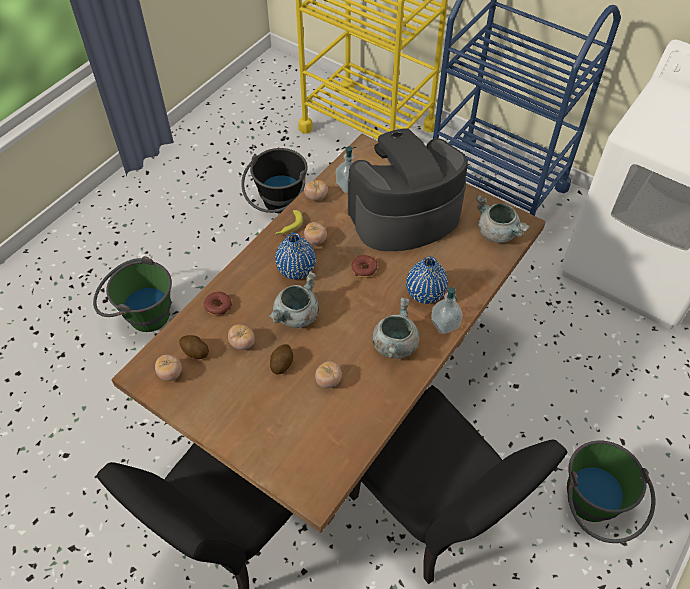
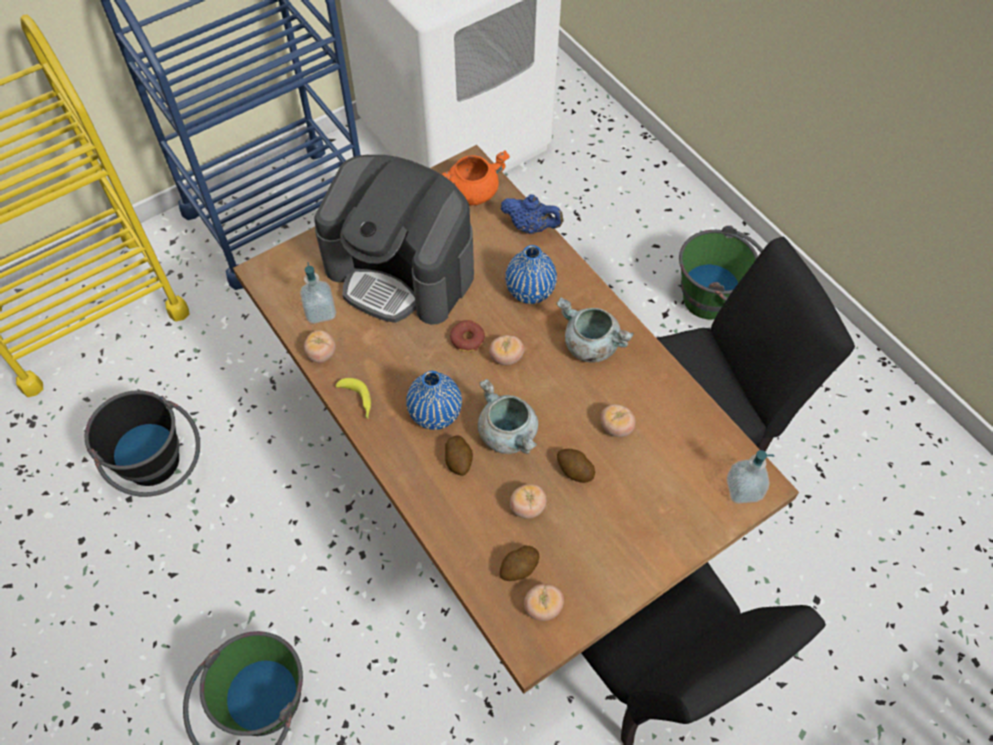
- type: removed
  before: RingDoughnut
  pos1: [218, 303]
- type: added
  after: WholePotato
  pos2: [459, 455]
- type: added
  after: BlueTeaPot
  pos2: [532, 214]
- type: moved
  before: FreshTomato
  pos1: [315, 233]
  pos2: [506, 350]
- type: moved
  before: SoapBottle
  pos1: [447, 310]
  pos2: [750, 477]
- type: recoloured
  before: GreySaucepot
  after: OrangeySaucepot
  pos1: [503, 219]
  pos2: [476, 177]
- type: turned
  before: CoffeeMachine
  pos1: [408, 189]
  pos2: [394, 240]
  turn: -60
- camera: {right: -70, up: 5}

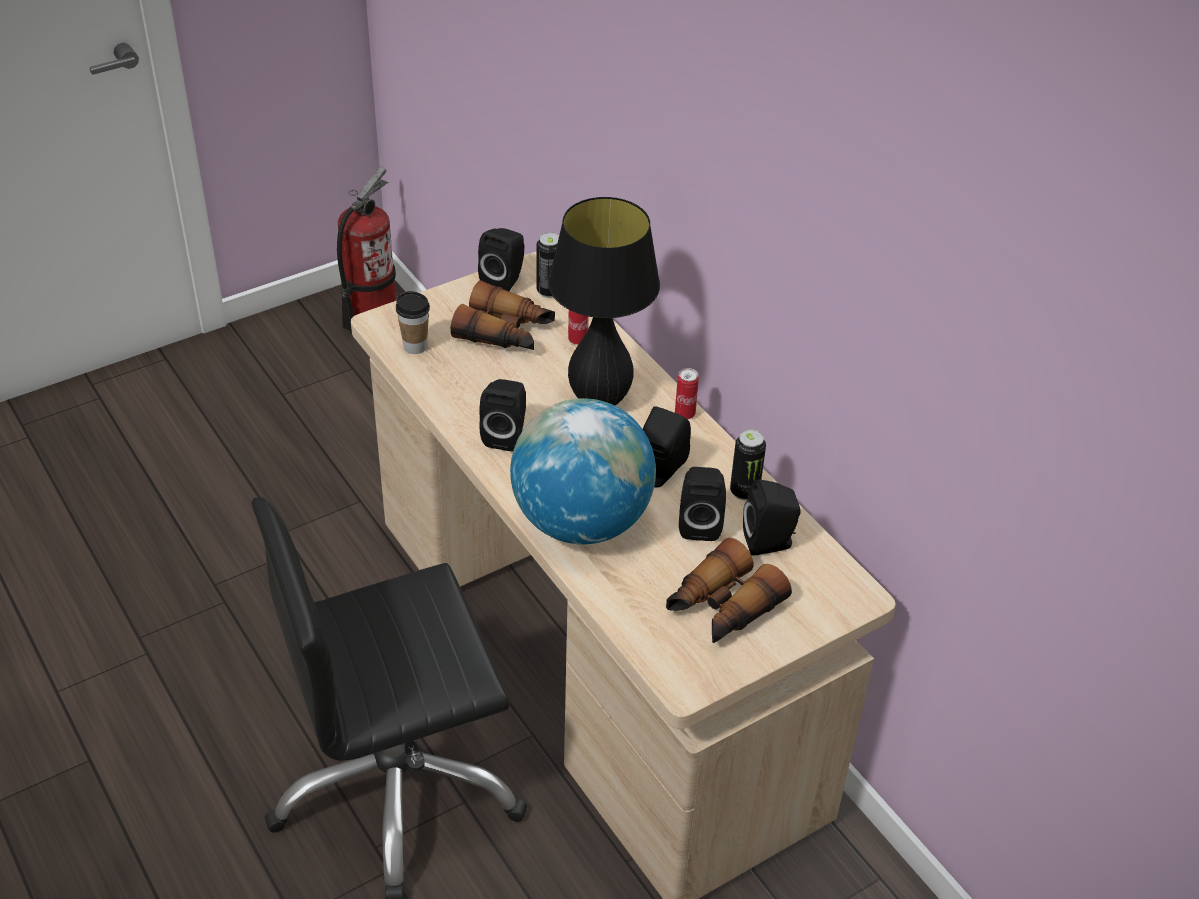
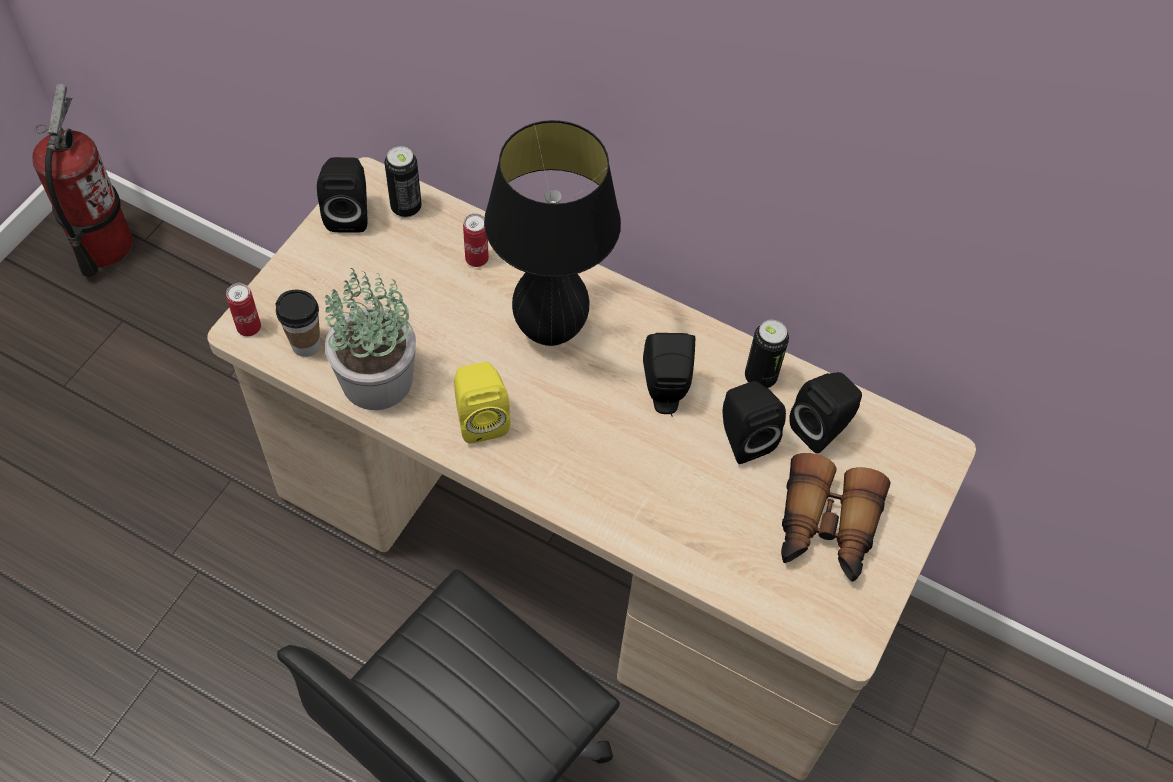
- type: removed
  before: Binoculars
  pos1: [502, 315]
- type: removed
  before: WorldGlobe
  pos1: [583, 471]
- type: added
  after: PlantInAPot
  pos2: [370, 339]
- type: moved
  before: SealedCan
  pos1: [687, 393]
  pos2: [243, 310]
- type: recoloured
  before: BlackishLoudspeaker
  after: YellowLoudspeaker
  pos1: [502, 415]
  pos2: [482, 403]
- camera: {right: -30, up: 15}

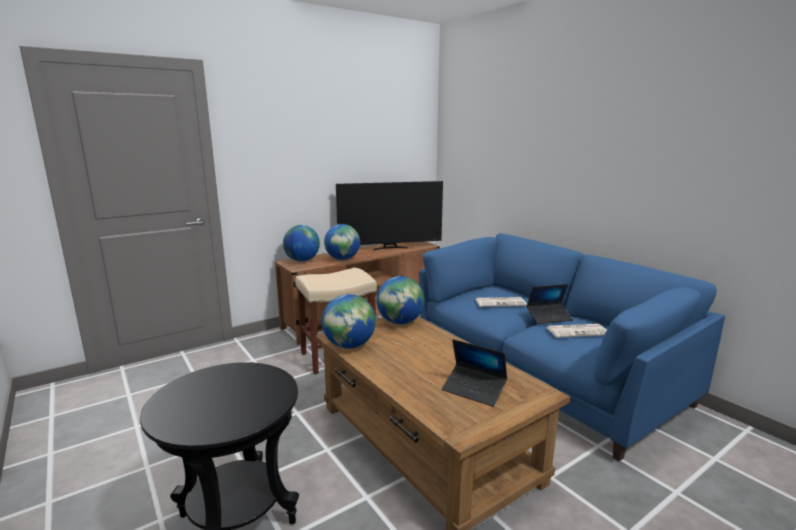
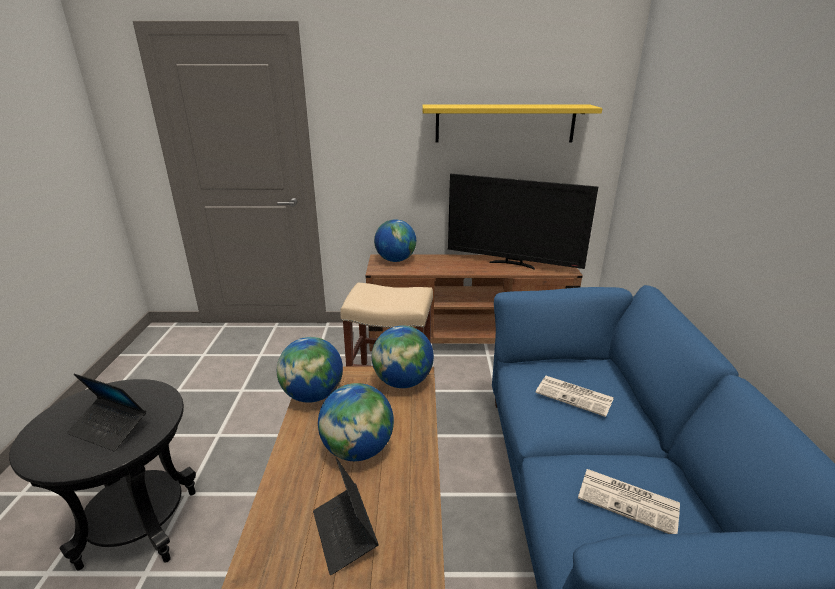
- type: added
  after: YellowShelf
  pos2: [512, 124]
- type: moved
  before: WorldGlobe
  pos1: [342, 242]
  pos2: [356, 422]
- type: moved
  before: PortableComputer
  pos1: [549, 304]
  pos2: [106, 412]
- camera: {right: 35, up: 10}

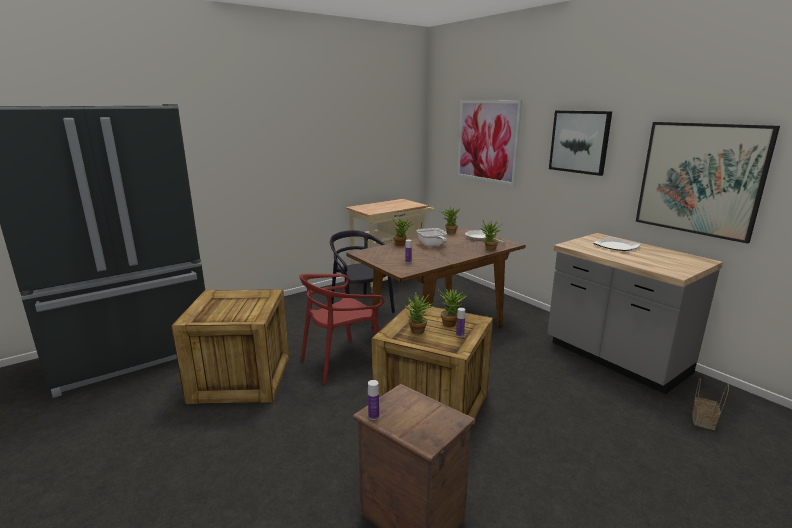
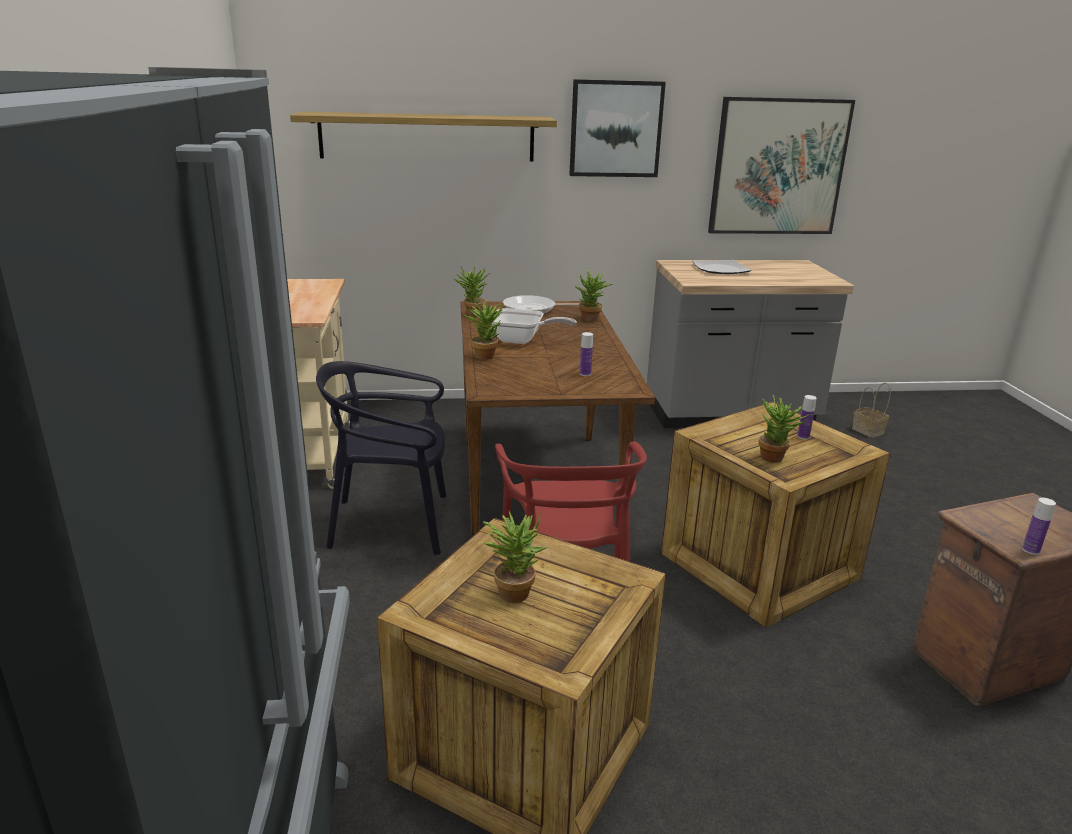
- type: moved
  before: PlantInAPot
  pos1: [453, 308]
  pos2: [514, 557]
- type: replaced
  before: Picture
  after: Shelf
  pos1: [489, 143]
  pos2: [423, 137]
- camera: {right: -60, up: 5}

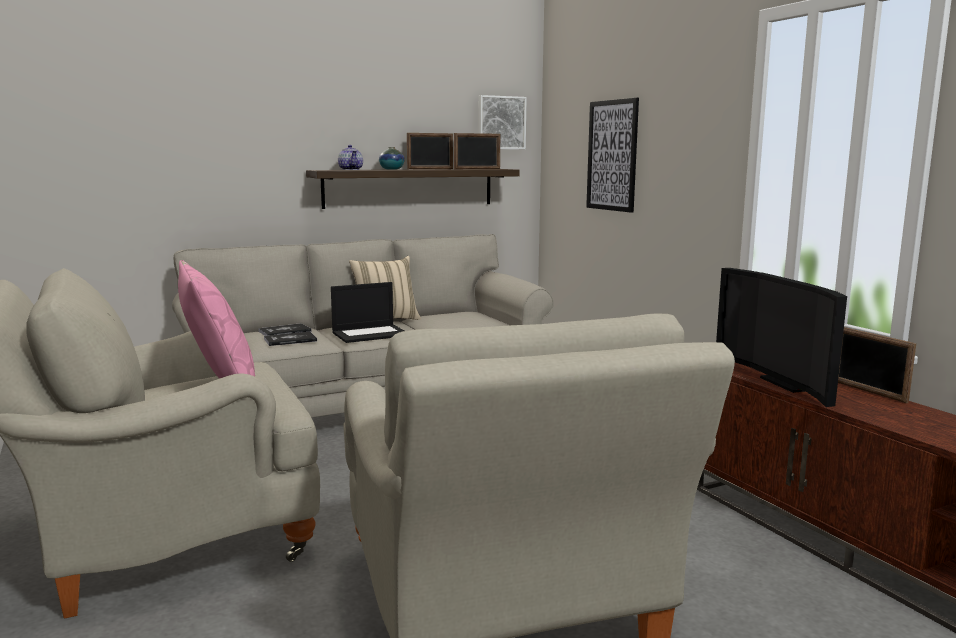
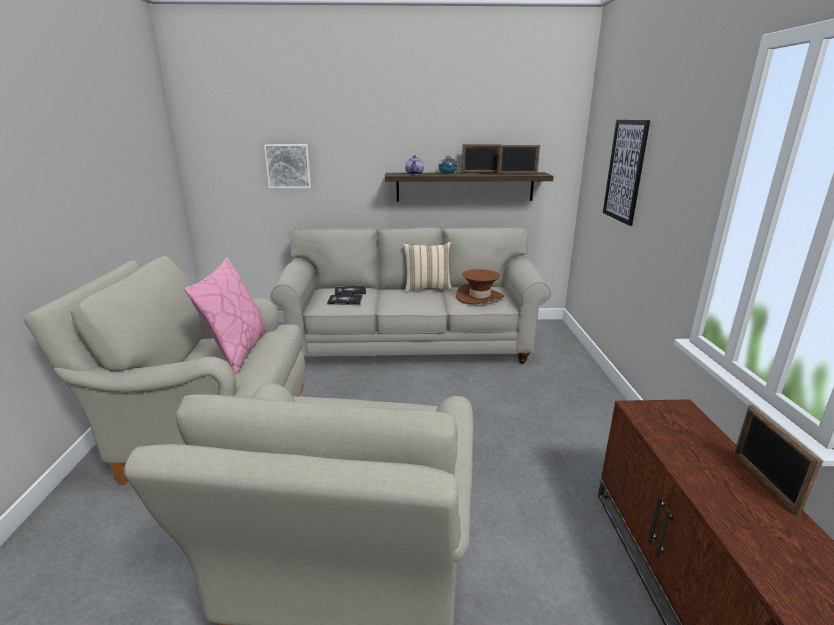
- type: removed
  before: PortableComputer
  pos1: [367, 312]
- type: removed
  before: Television
  pos1: [781, 337]
- type: added
  after: BrownWearableHat
  pos2: [480, 287]
- type: moved
  before: Picture
  pos1: [502, 122]
  pos2: [287, 166]
- camera: {right: 25, up: 10}

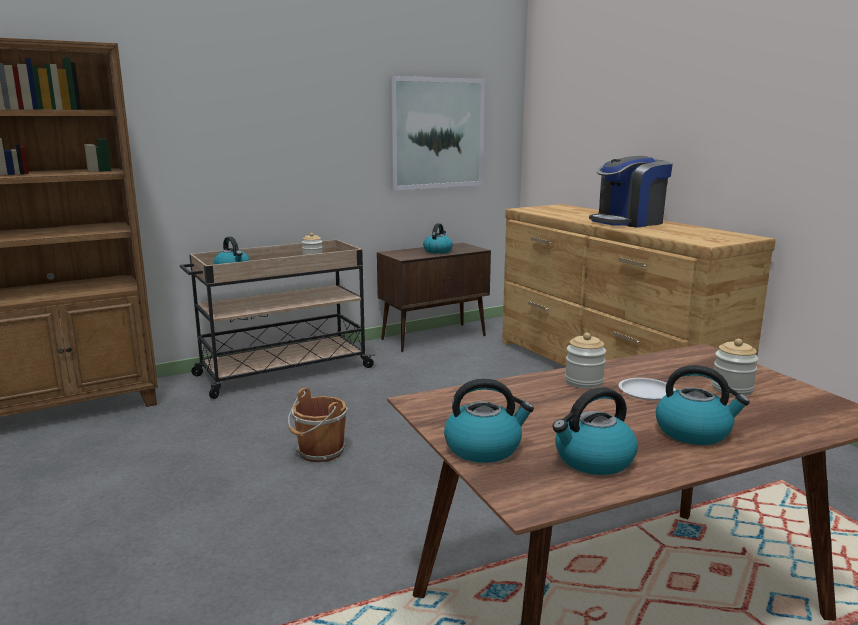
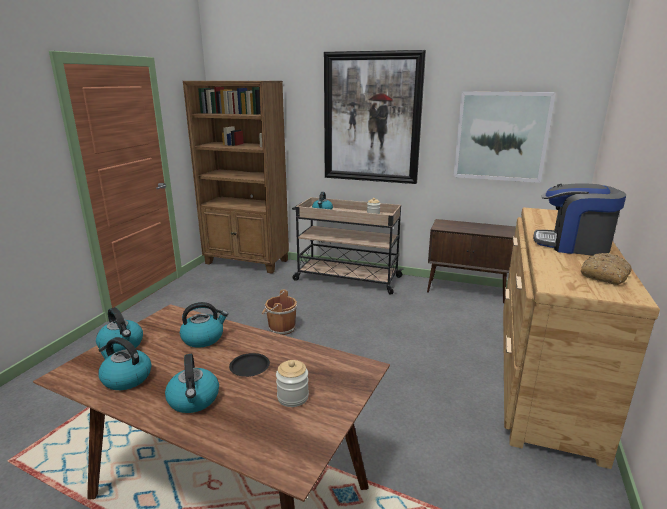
- type: removed
  before: StorageJar
  pos1: [585, 361]
- type: added
  after: Picture
  pos2: [375, 117]
- type: added
  after: BakeryBread
  pos2: [606, 269]
- type: moved
  before: TeaKettle
  pos1: [438, 238]
  pos2: [204, 325]
- type: recoloured
  before: WhitishFlatDish
  after: BlackishFlatDish
  pos1: [647, 389]
  pos2: [249, 365]
- camera: {right: 50, up: 5}

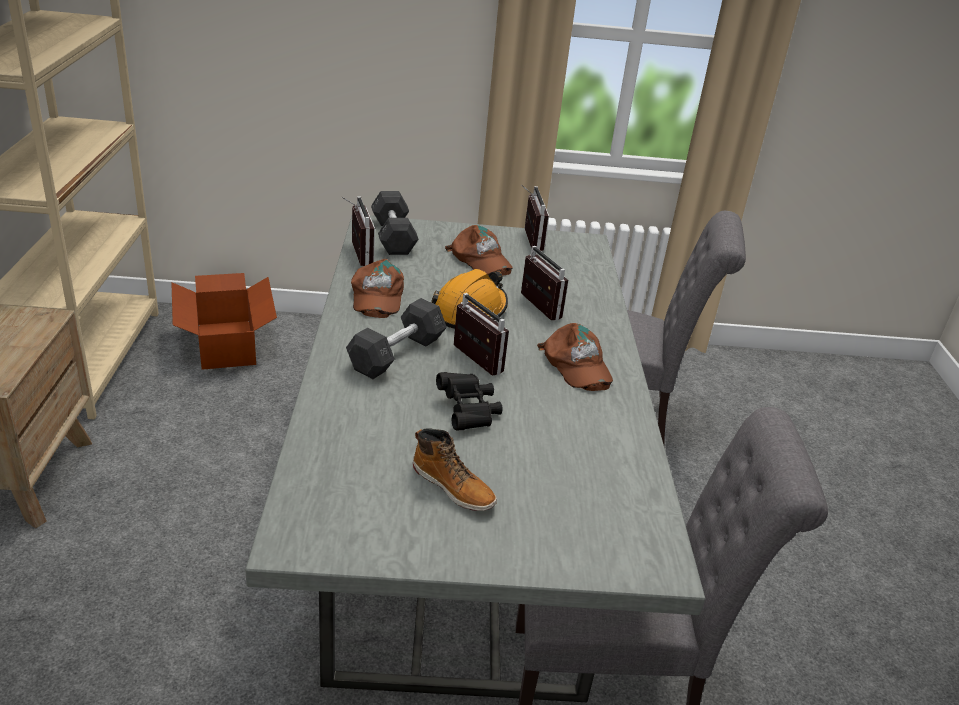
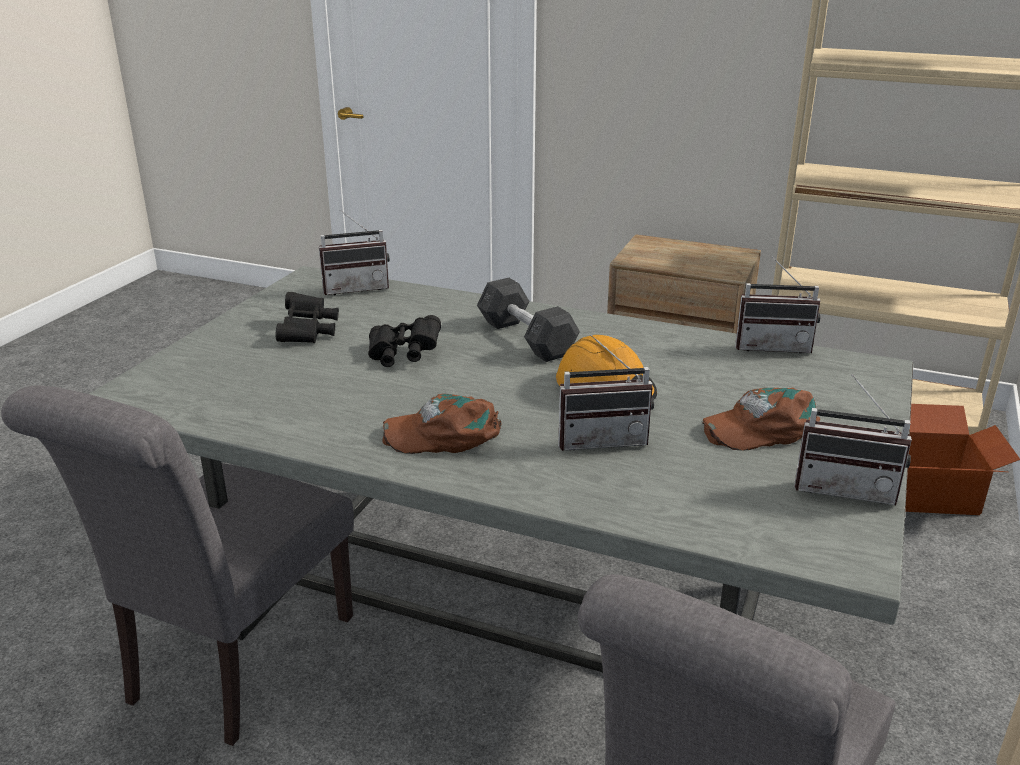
- type: removed
  before: BrownBaseballCap
  pos1: [377, 288]
- type: removed
  before: GreyHandWeight
  pos1: [395, 223]
- type: moved
  before: RadioReceiver
  pos1: [481, 334]
  pos2: [354, 252]
- type: replaced
  before: TallBoot
  after: BlackishBinoculars
  pos1: [455, 469]
  pos2: [307, 317]
- camera: {right: 115, up: -5}

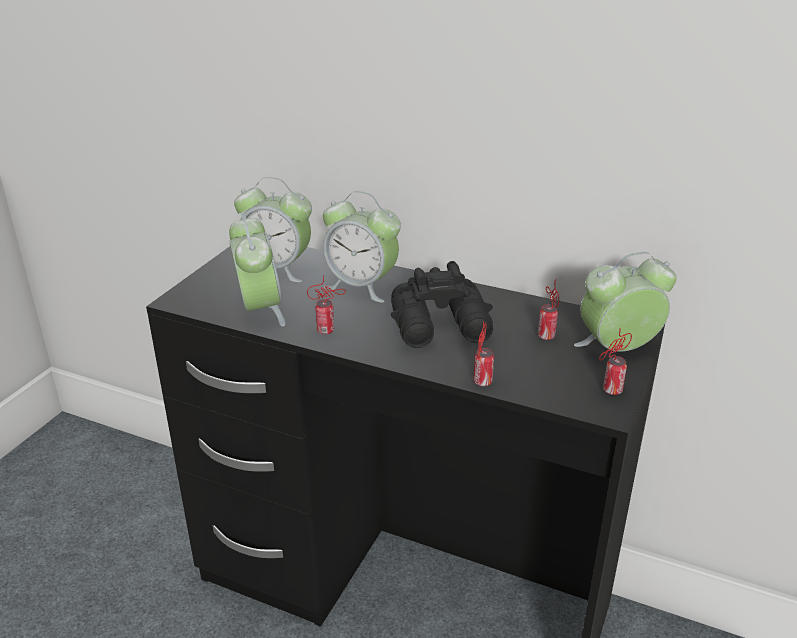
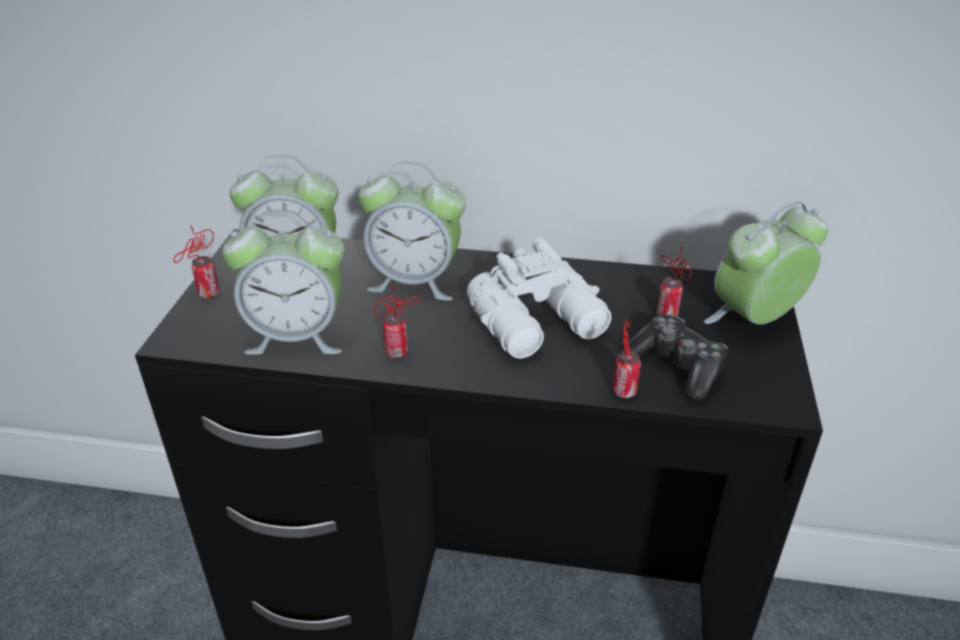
- type: added
  after: Joypad
  pos2: [676, 357]
- type: moved
  before: SealedCan
  pos1: [615, 361]
  pos2: [196, 261]
- type: recoloured
  before: BlackishBinoculars
  after: WhitishBinoculars
  pos1: [442, 304]
  pos2: [539, 298]
- type: turned
  before: TableClock
  pos1: [257, 269]
  pos2: [283, 282]
  turn: 120
- camera: {right: -15, up: 5}

